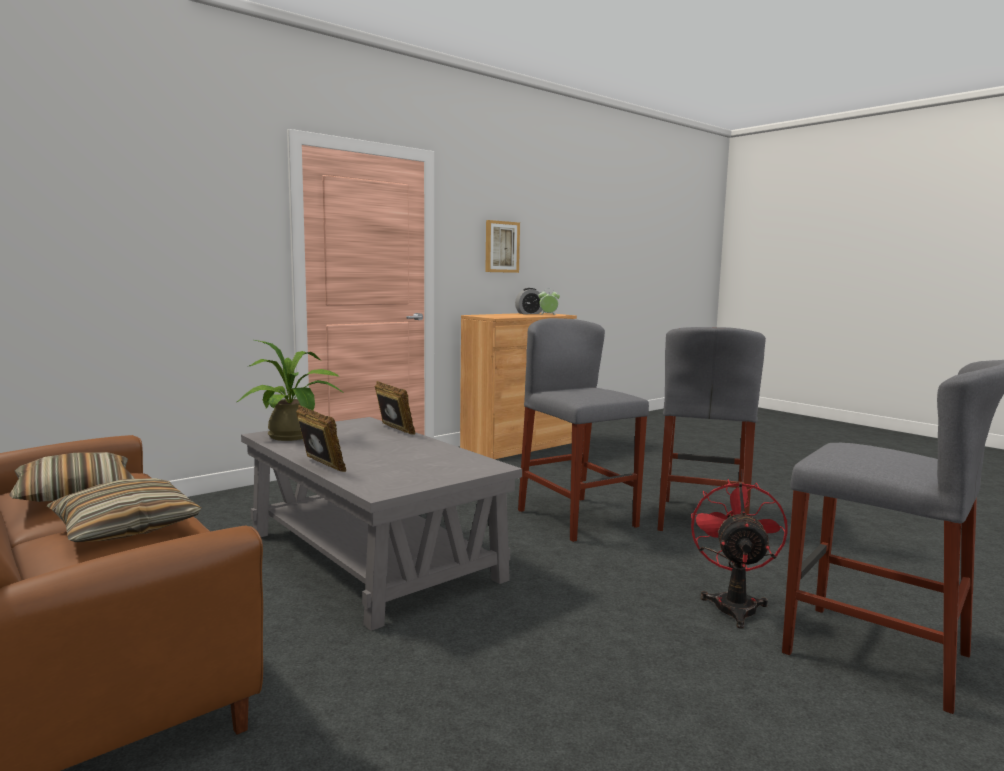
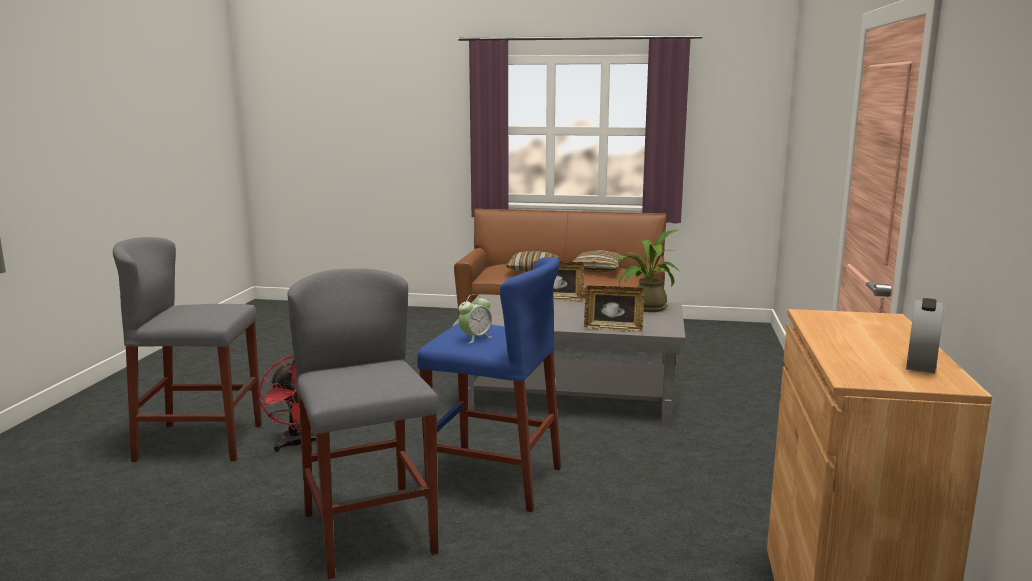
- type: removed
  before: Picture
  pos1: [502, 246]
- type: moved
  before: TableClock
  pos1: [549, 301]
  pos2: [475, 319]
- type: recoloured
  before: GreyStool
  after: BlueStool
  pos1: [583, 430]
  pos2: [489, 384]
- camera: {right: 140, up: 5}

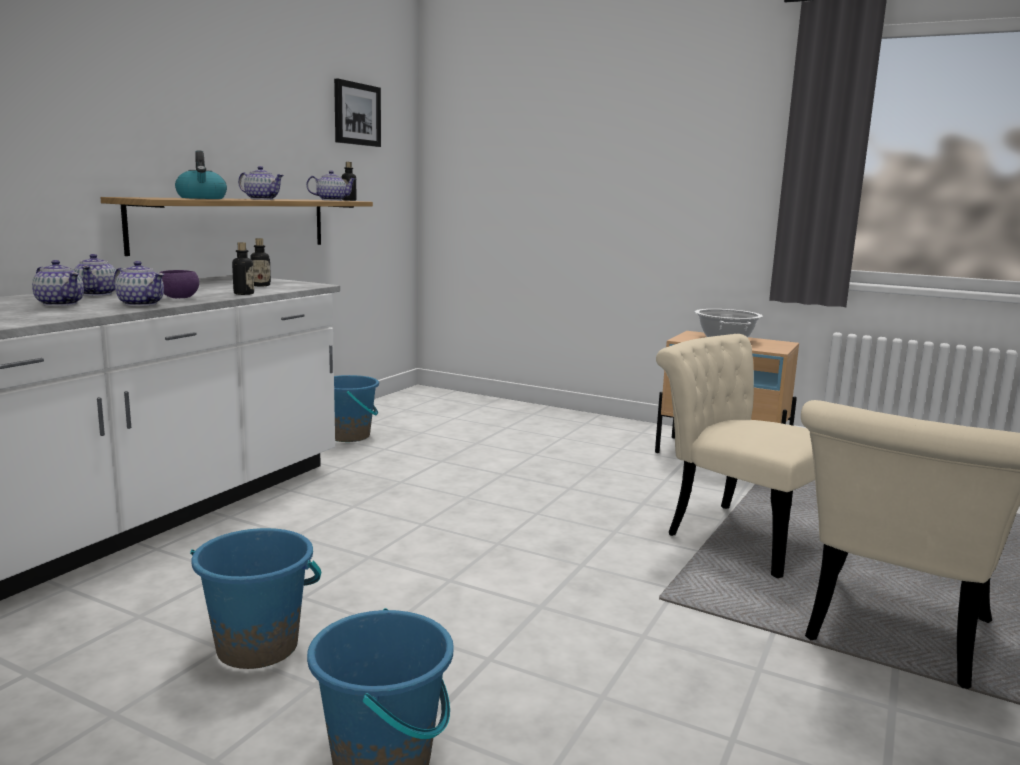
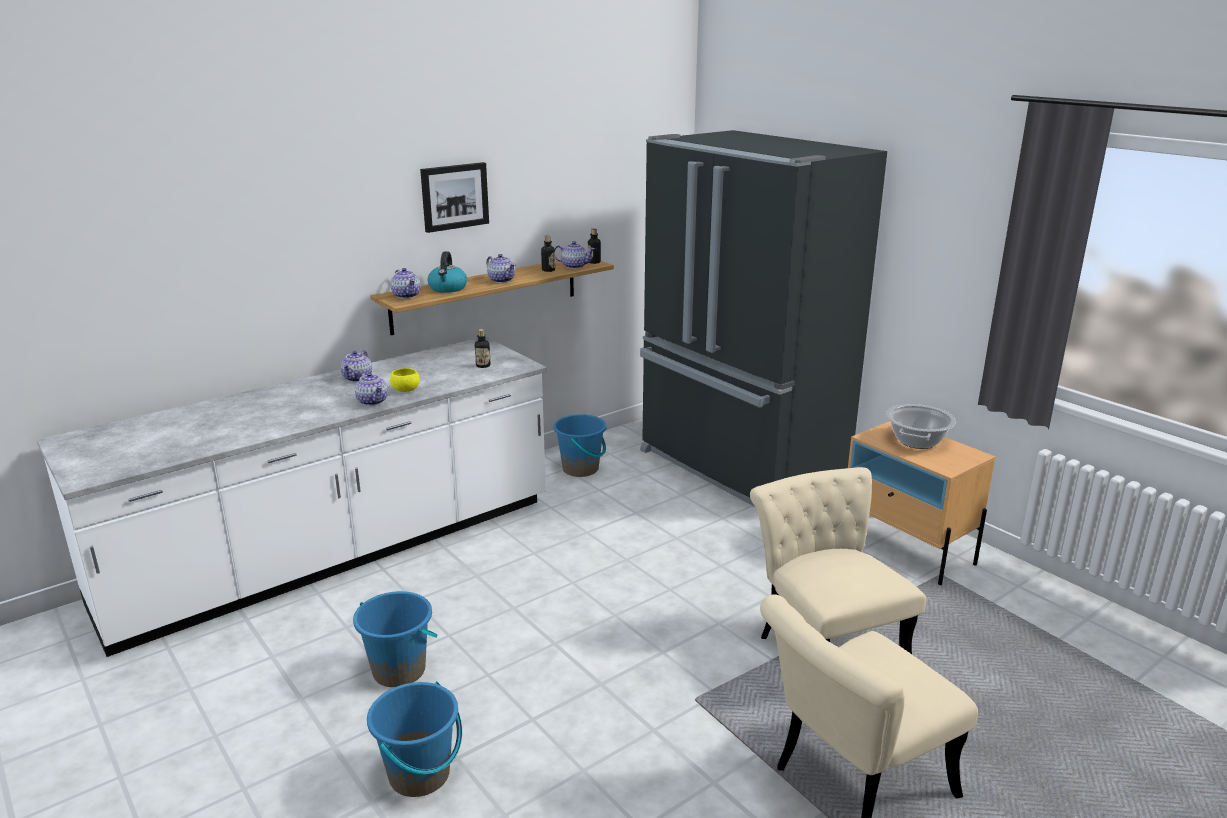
- type: added
  after: BlackishFridge
  pos2: [763, 318]
- type: moved
  before: TeaPot
  pos1: [58, 283]
  pos2: [405, 283]
- type: moved
  before: DrinkBottle
  pos1: [243, 268]
  pos2: [548, 253]
- type: moved
  before: Picture
  pos1: [357, 113]
  pos2: [454, 197]
- type: recoloured
  before: PurplishBowl
  after: YellowBowl
  pos1: [179, 284]
  pos2: [405, 380]
- camera: {right: 25, up: 10}

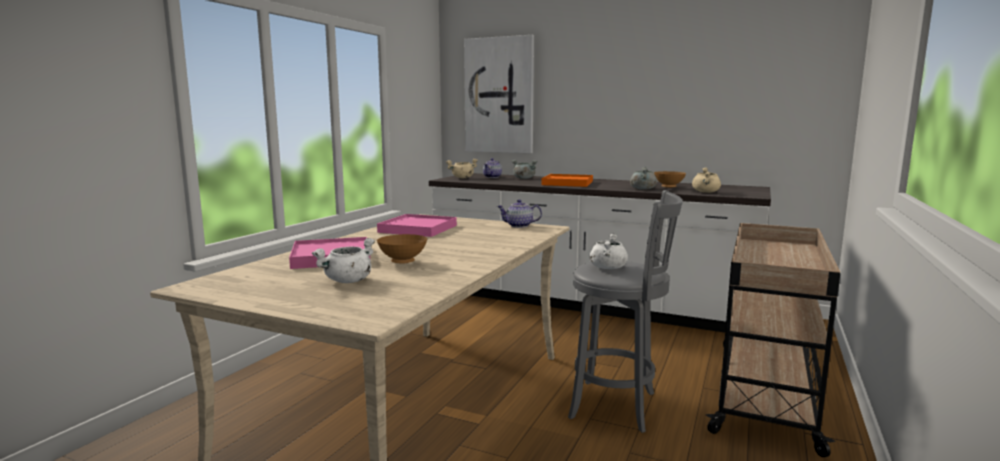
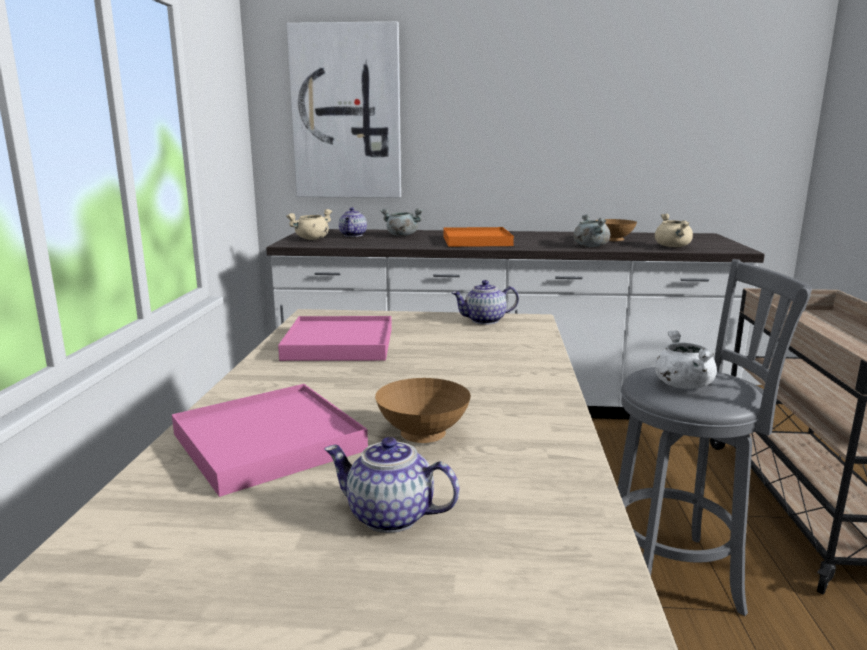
- type: replaced
  before: WhitishSaucepot
  after: TeaPot
  pos1: [343, 260]
  pos2: [391, 485]
- camera: {right: -20, up: 5}

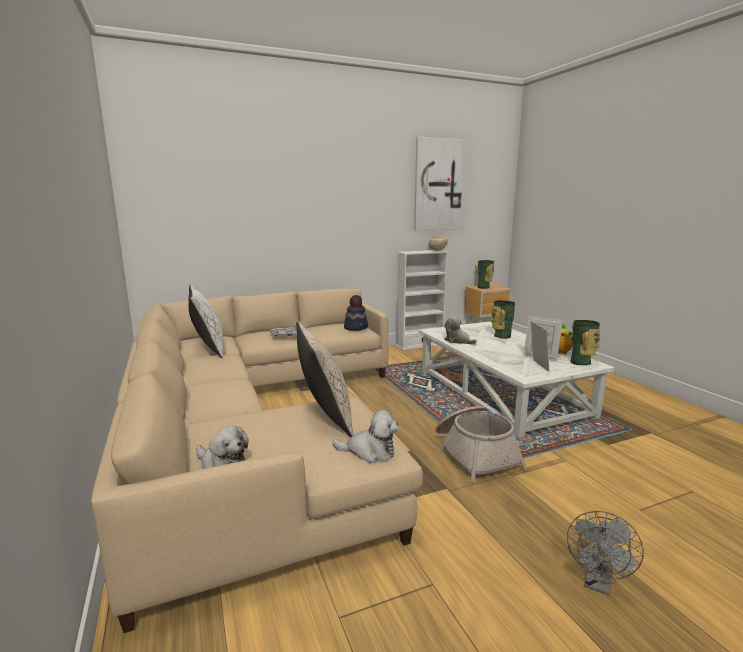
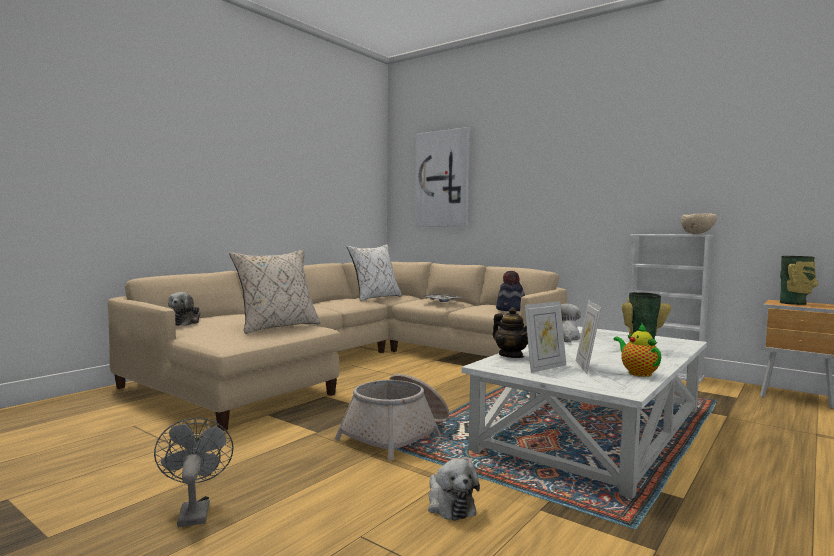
- type: removed
  before: Vase
  pos1: [585, 342]
- type: added
  after: TeaPot
  pos2: [510, 332]
- type: moved
  before: CuddlyToy
  pos1: [365, 436]
  pos2: [454, 490]
- type: moved
  before: Picture
  pos1: [441, 183]
  pos2: [442, 177]
- type: turned
  before: GreyElectricFan
  pos1: [605, 553]
  pos2: [194, 472]
  turn: 75
- camera: {right: 60, up: -10}

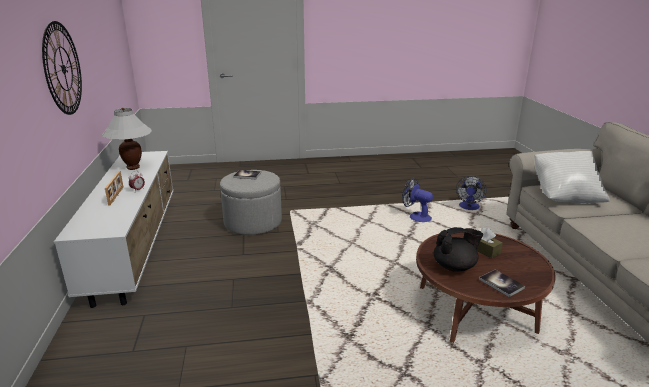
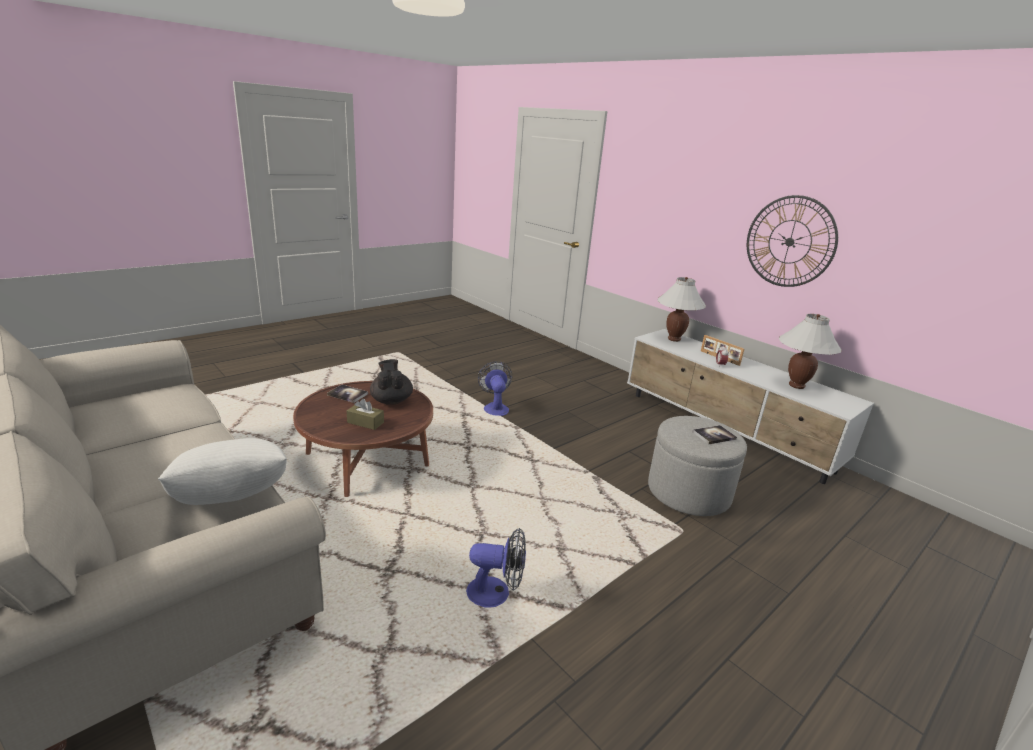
- type: added
  after: WhitishTabletopLamp
  pos2: [682, 309]
- type: moved
  before: ElectricFan
  pos1: [471, 193]
  pos2: [495, 388]
- type: turned
  before: BlackishTeaPot
  pos1: [458, 249]
  pos2: [391, 382]
  turn: 120
- camera: {right: 145, up: 0}

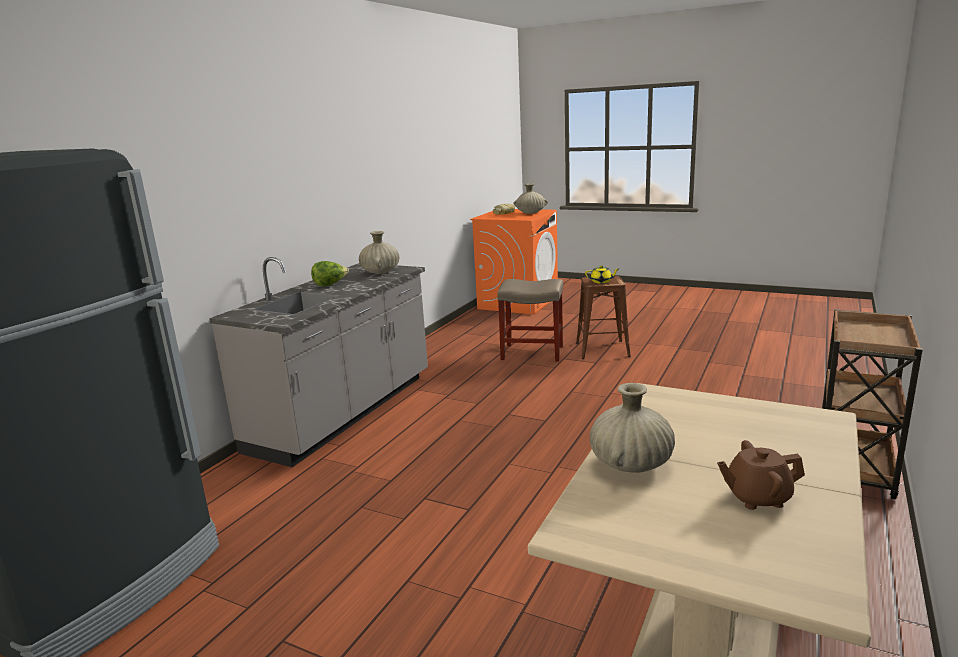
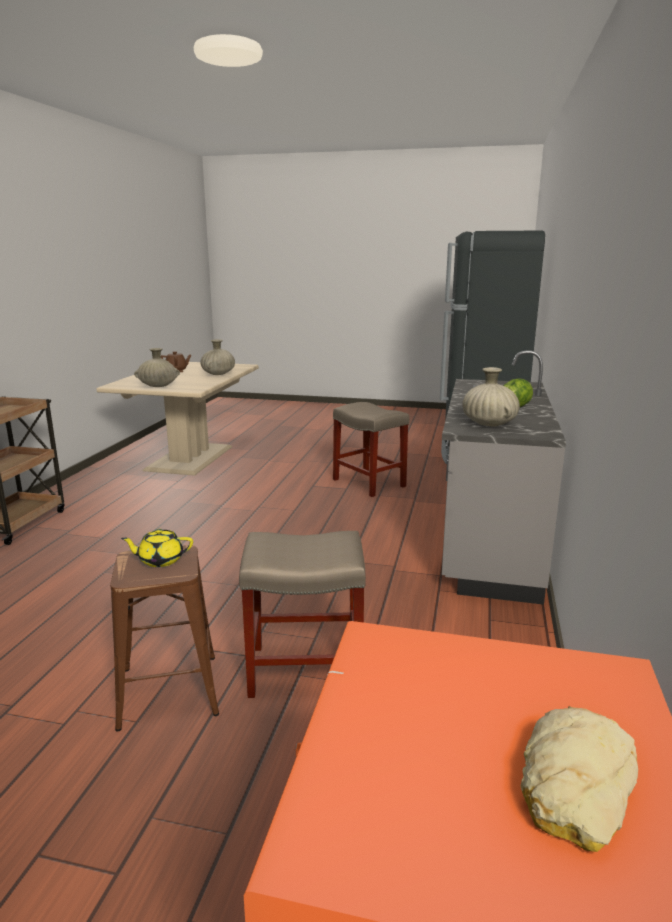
- type: added
  after: BeigeColouredStool
  pos2: [371, 449]
- type: moved
  before: BeigeColouredVase
  pos1: [530, 198]
  pos2: [157, 367]
- camera: {right: 165, up: 0}

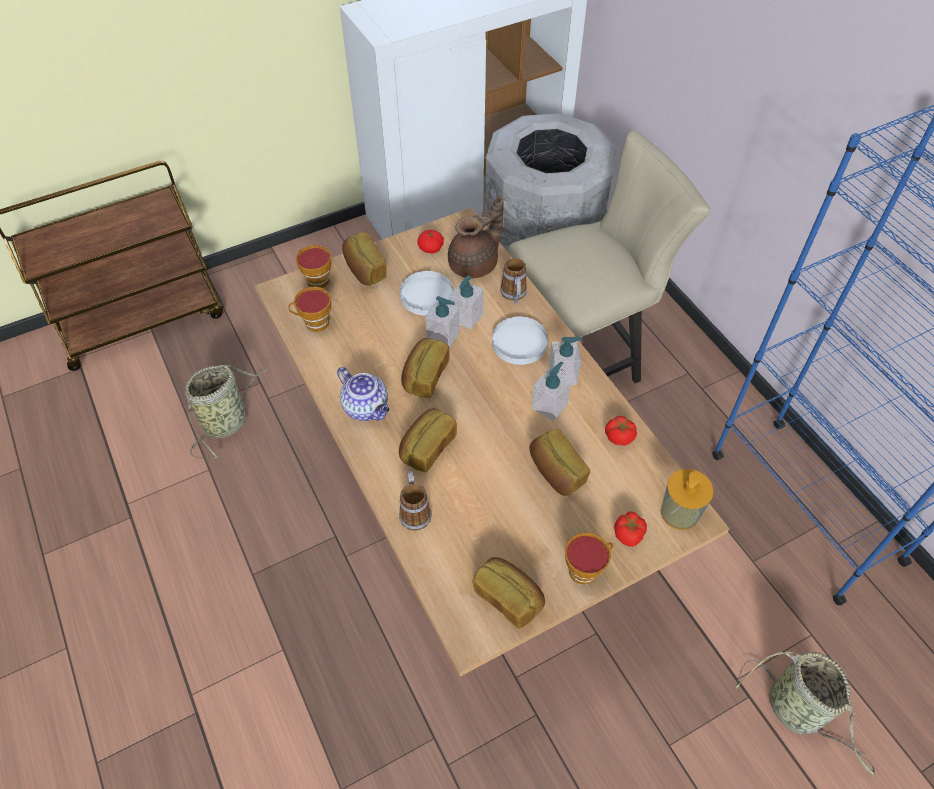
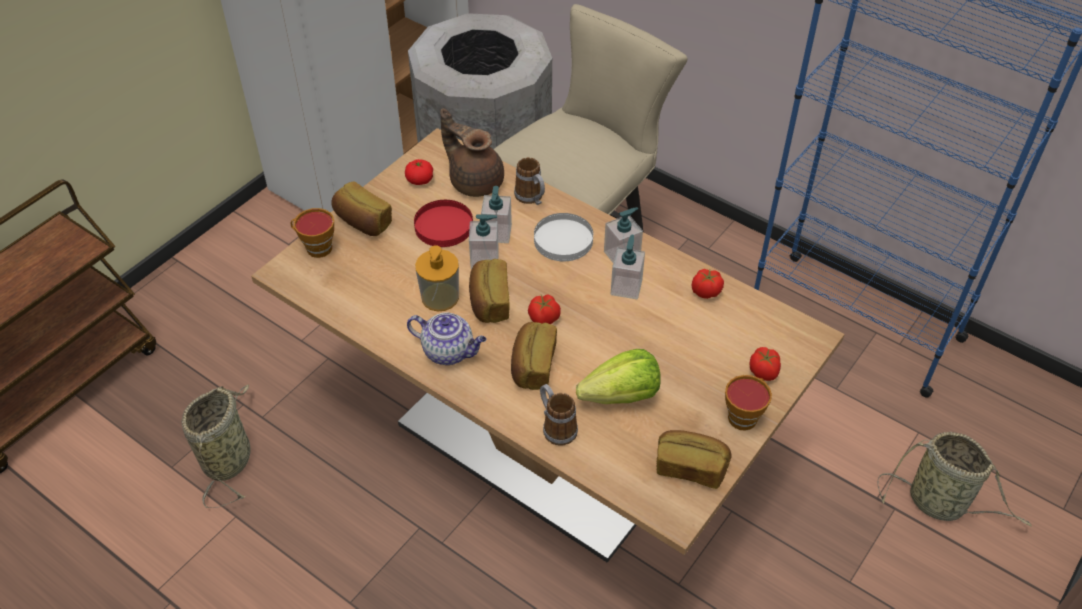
- type: removed
  before: SmallCup
  pos1: [309, 309]
- type: removed
  before: BakeryBread
  pos1: [560, 462]
- type: added
  after: FreshTomato
  pos2: [544, 309]
- type: added
  after: Lettuce
  pos2: [618, 376]
- type: moved
  before: SoapBottle
  pos1: [687, 499]
  pos2: [437, 278]
- type: recoloured
  before: WhitishFlatDish
  after: RedFlatDish
  pos1: [426, 293]
  pos2: [443, 223]
- type: turned
  before: BrownTeaPot
  pos1: [476, 237]
  pos2: [472, 152]
  turn: -75
- camera: {right: -25, up: -5}

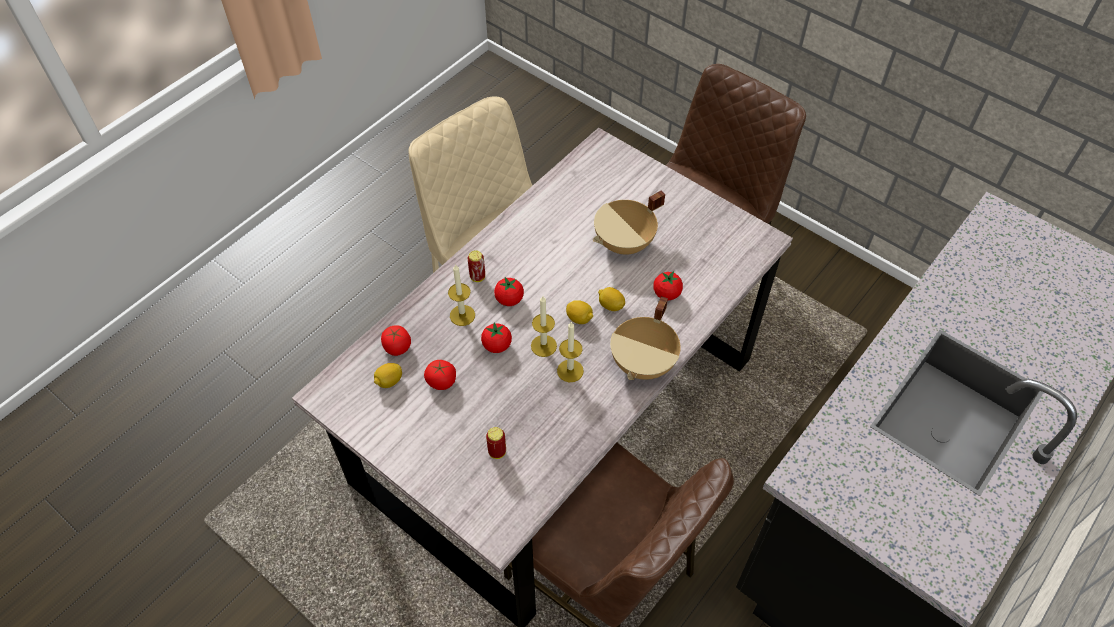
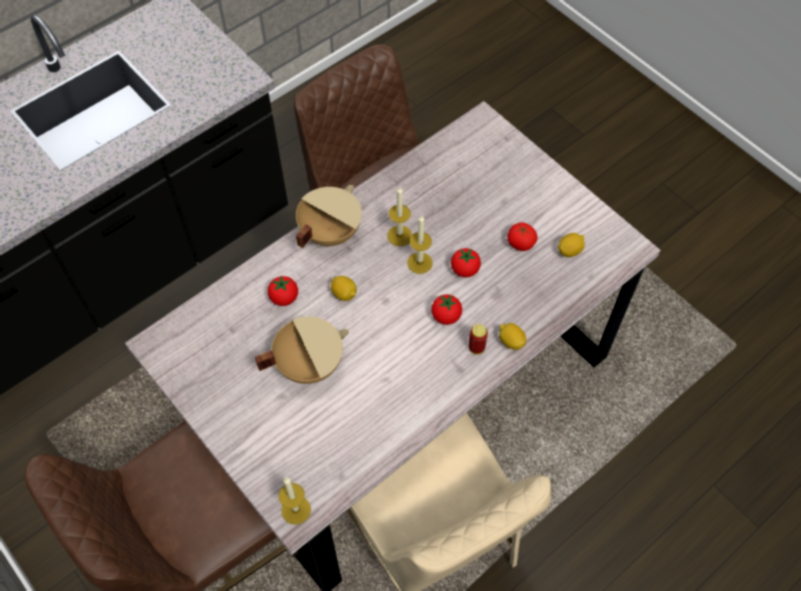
- type: removed
  before: FreshTomato
  pos1: [396, 340]
- type: removed
  before: SealedCan
  pos1: [496, 443]
- type: moved
  before: WaxCandle
  pos1: [461, 295]
  pos2: [295, 501]
- type: moved
  before: CitrusFruit
  pos1: [579, 312]
  pos2: [512, 336]
- camera: {right: -170, up: 5}

